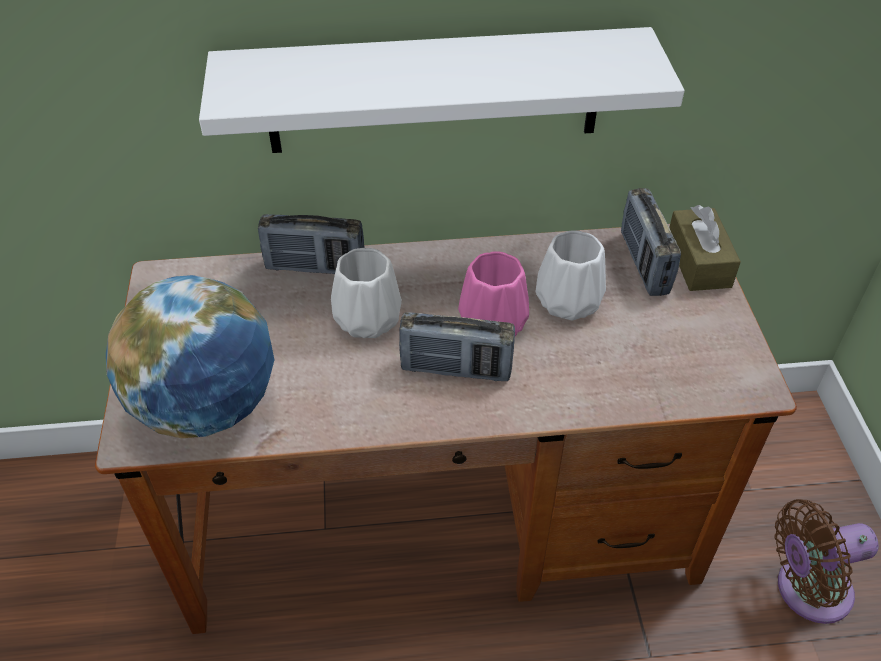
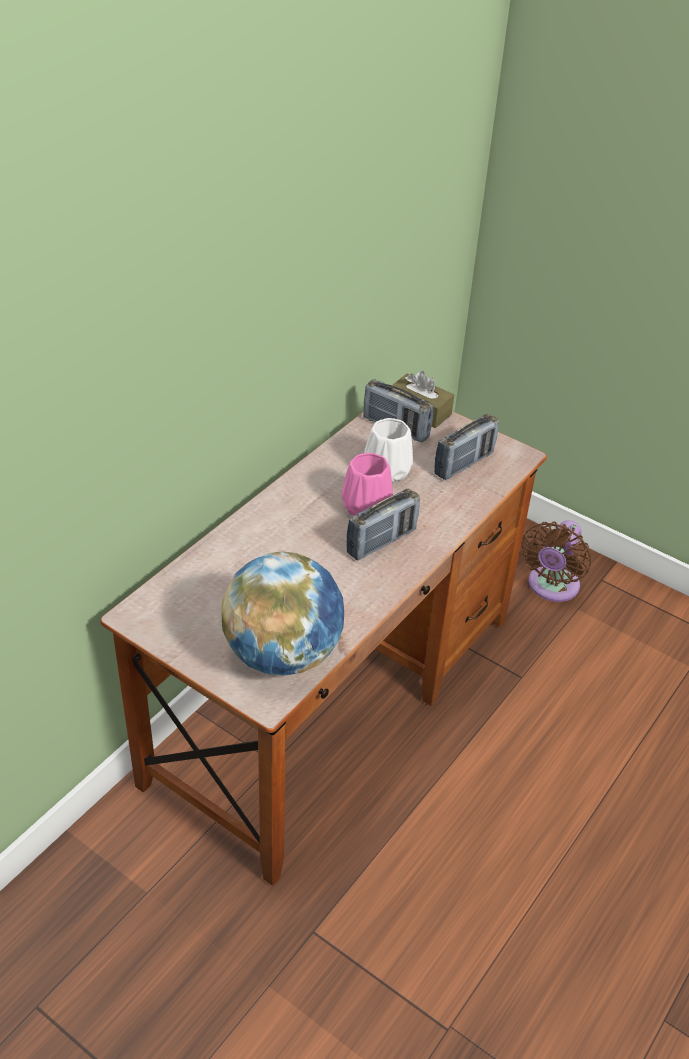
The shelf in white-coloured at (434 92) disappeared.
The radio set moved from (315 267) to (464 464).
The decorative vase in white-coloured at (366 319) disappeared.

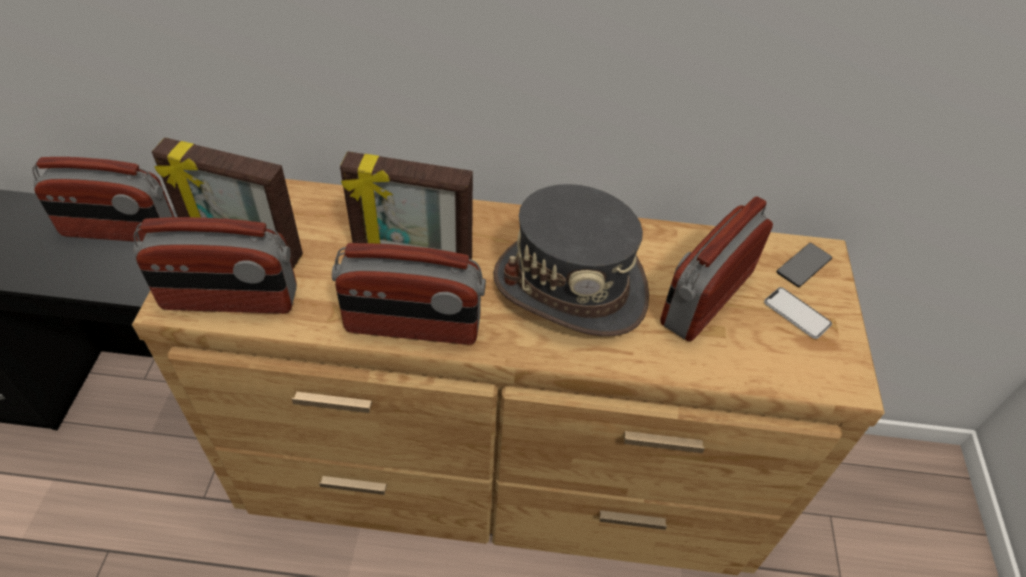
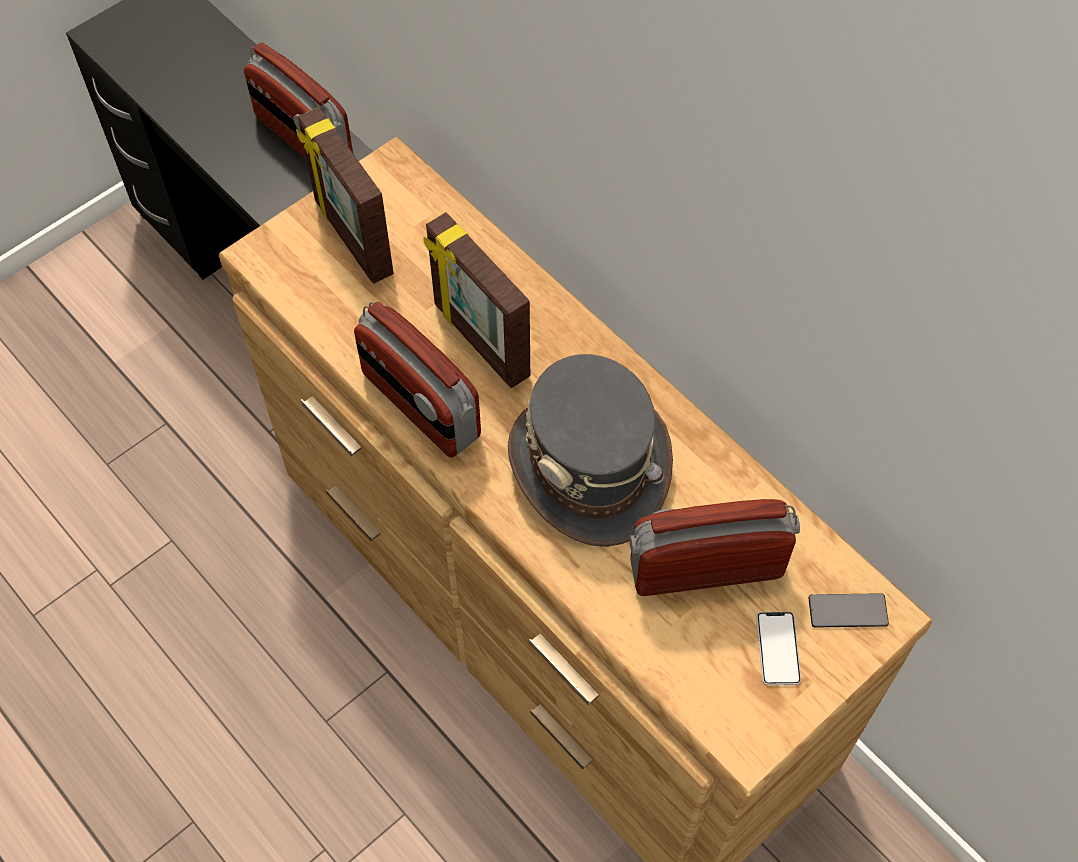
The radio set at (230 300) disappeared.

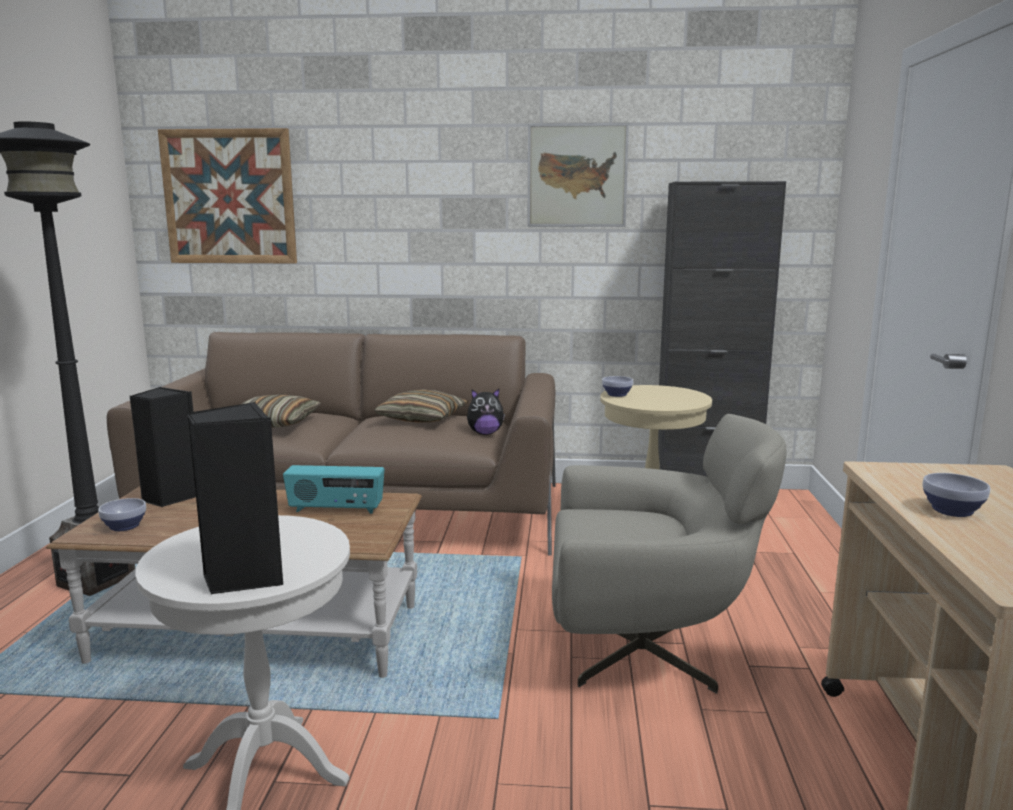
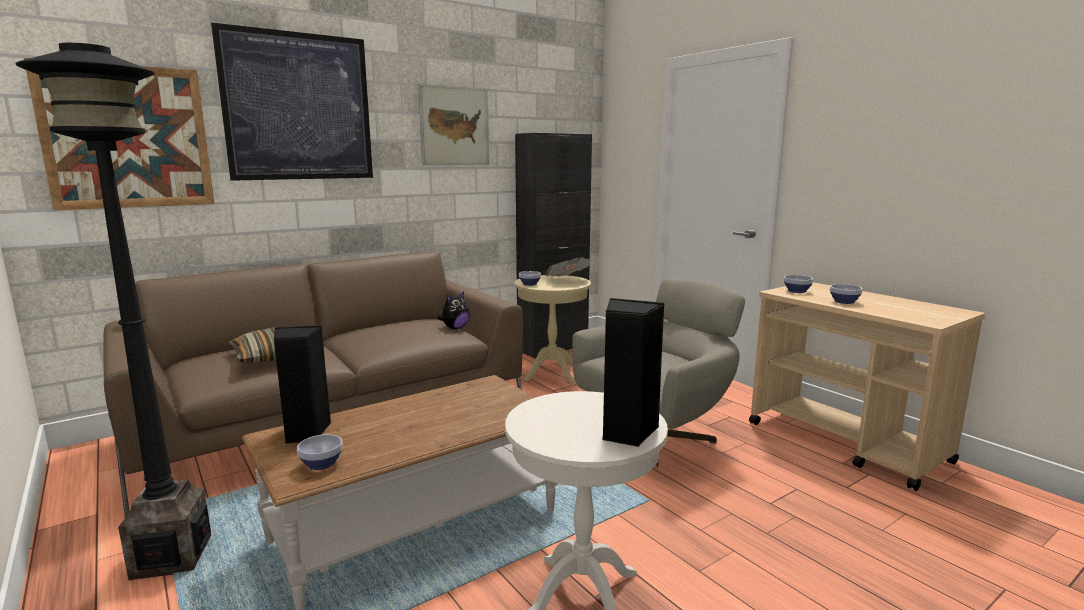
The radio set at (336 510) disappeared.
The throw pillow at (422 418) disappeared.
The wall art at (298 107) appeared.
The printed paper at (567 280) appeared.
The serving bowl at (796 291) appeared.

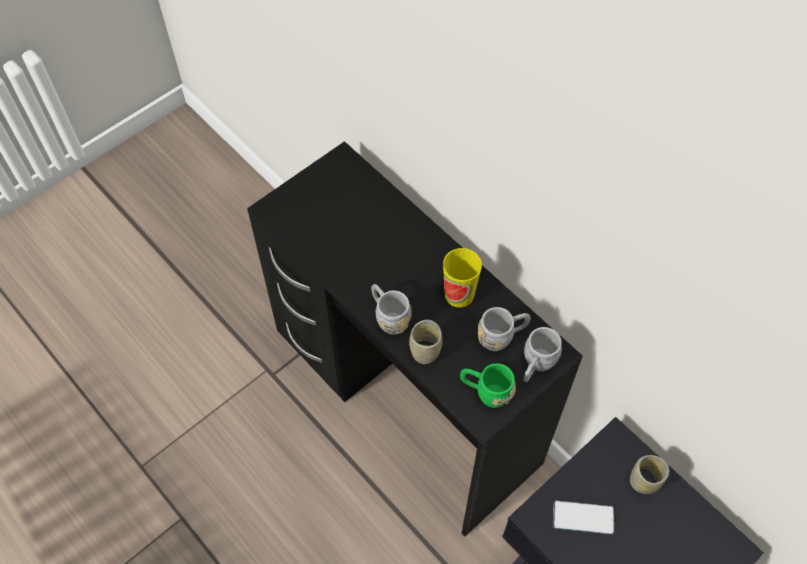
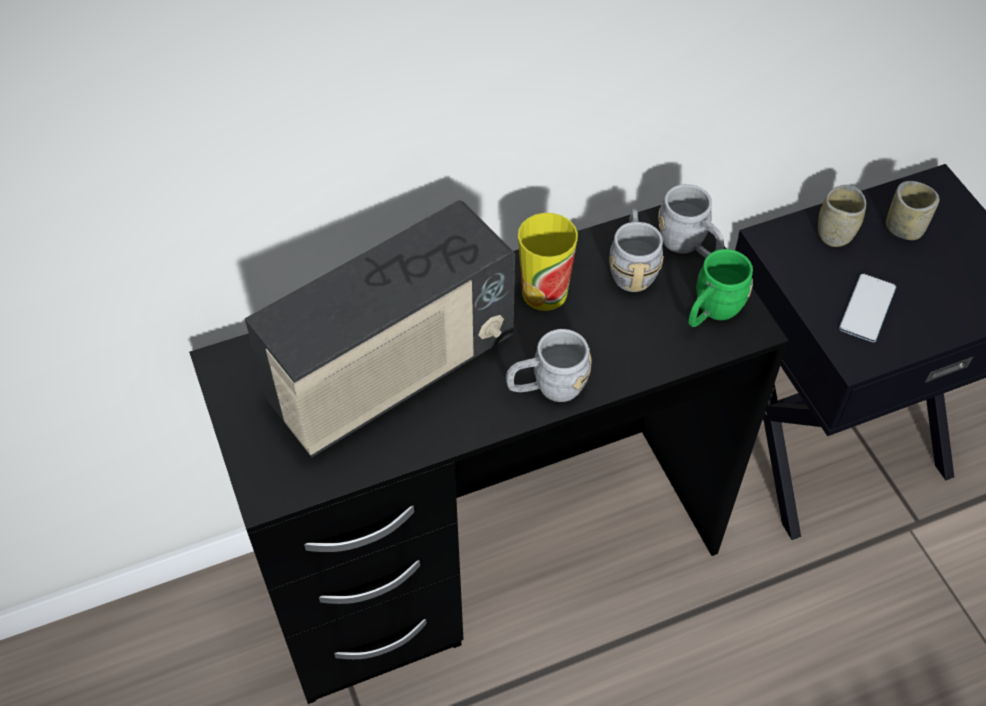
The small cup moved from (425 351) to (904 228).
The radio set at (393 374) appeared.

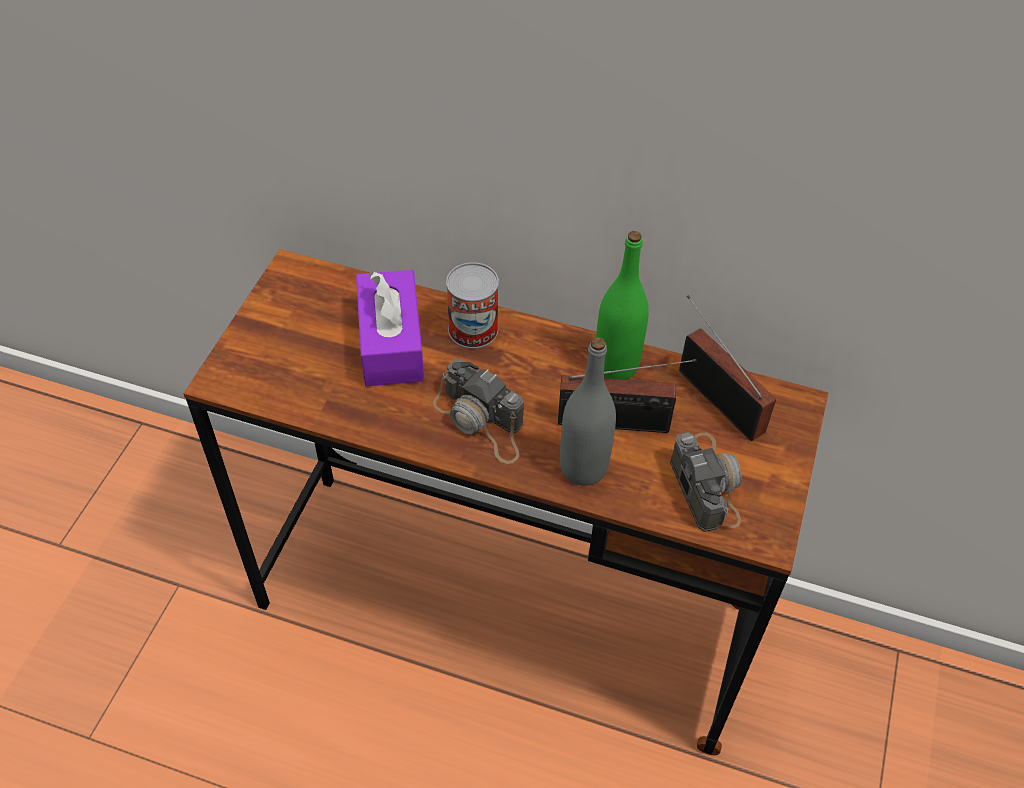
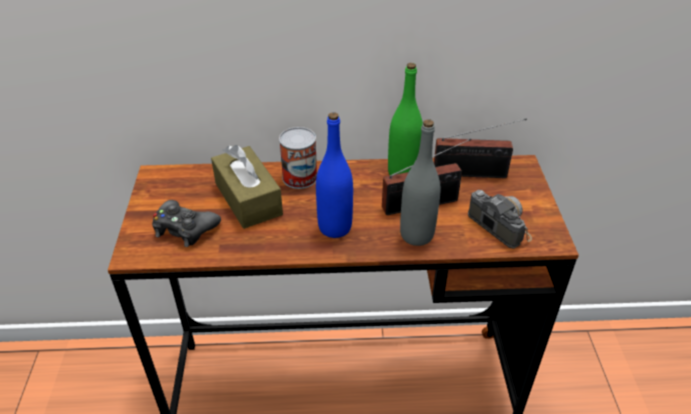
The box of tissues in purplish at (391 343) became the box of tissues in brownish at (248 199).
The photo camera at (481 421) was replaced by the beverage bottle in blue at (335 227).
The radio set at (717 397) turned 150 degrees clockwise.
The game controller in black-coloured at (185 228) appeared.

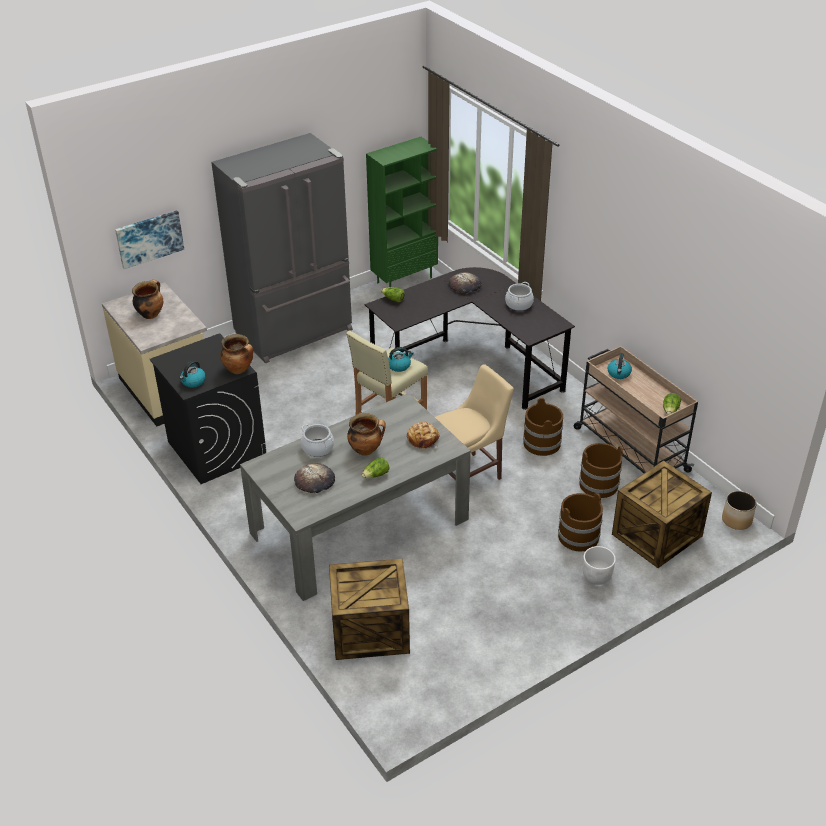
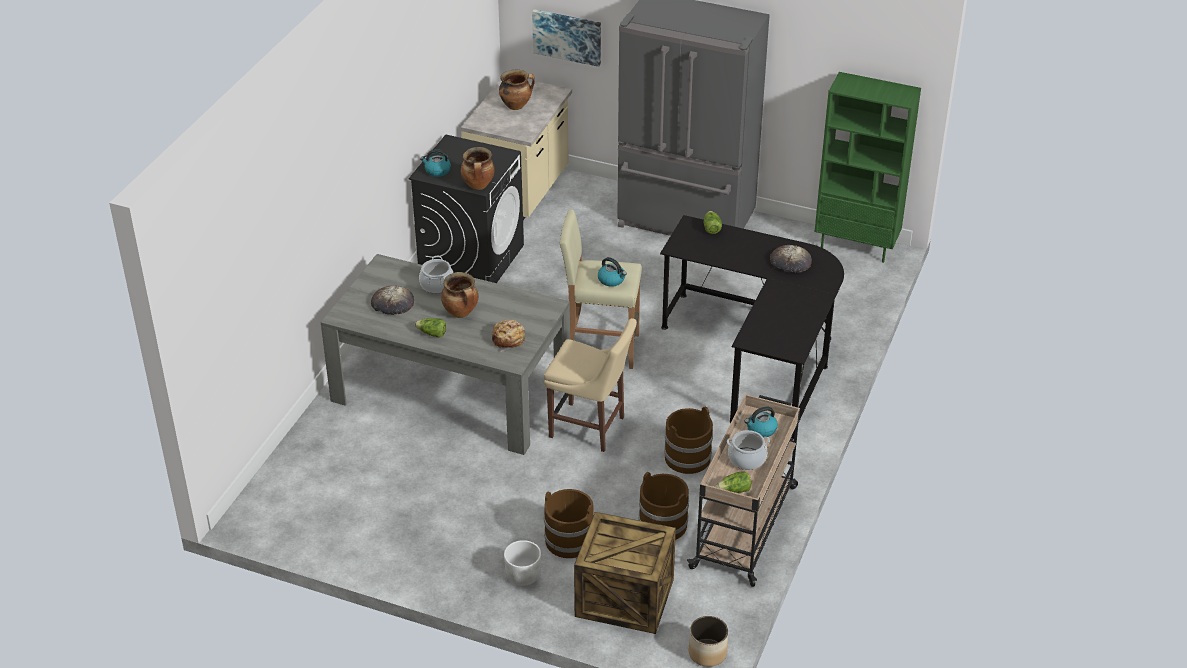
The packing crate at (370 631) disappeared.
The saucepot moved from (519 304) to (747 459).

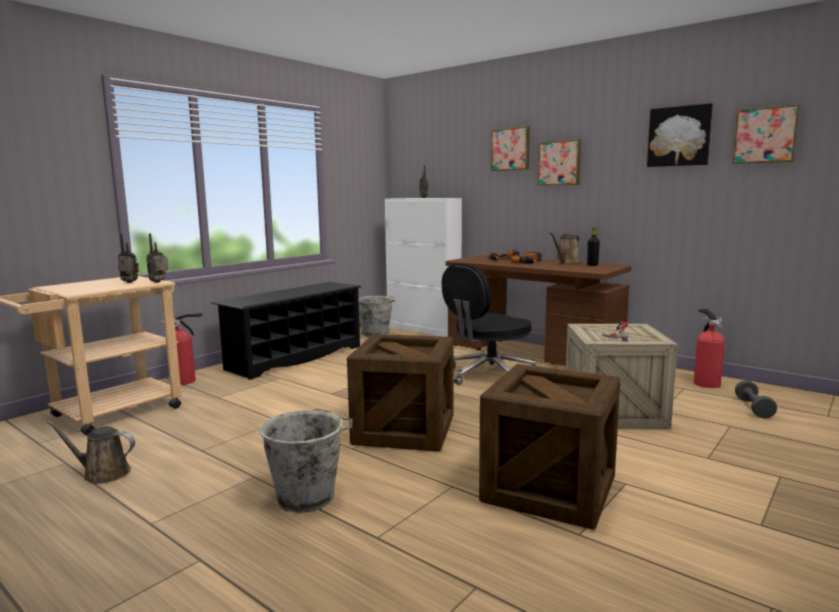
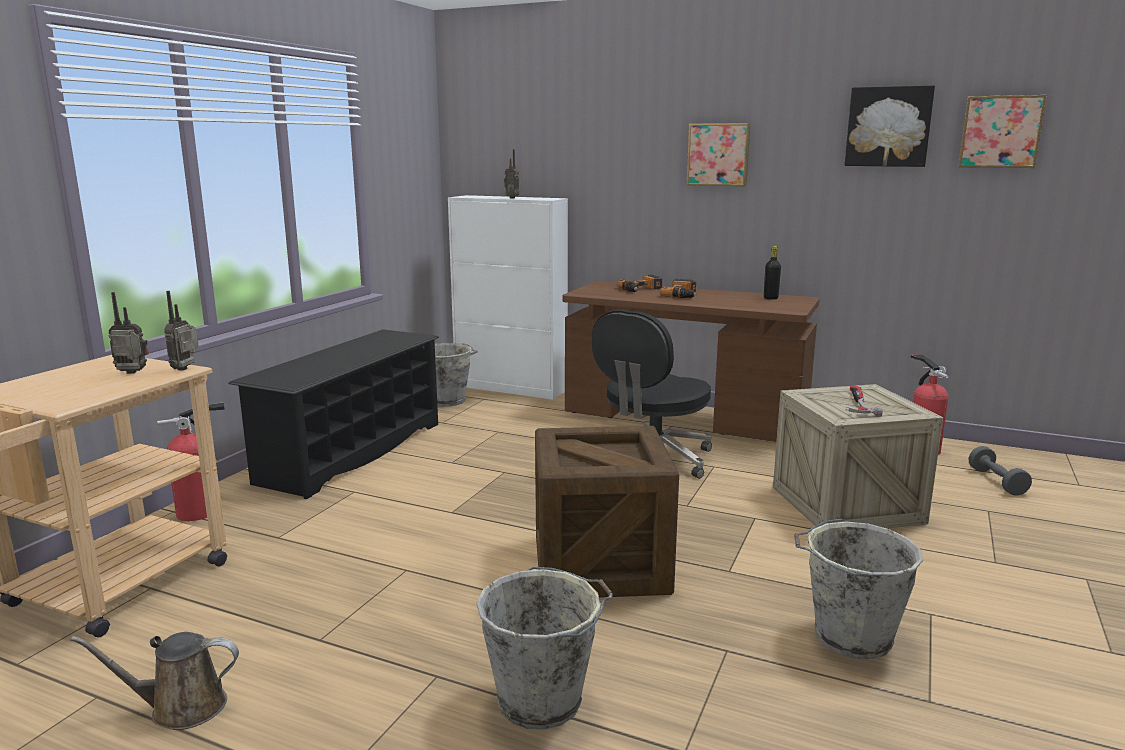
The packing crate at (549 489) was replaced by the water bucket in gray at (849 636).
The wall art at (511 149) disappeared.
The sprinkling can in brownish at (566 263) disappeared.

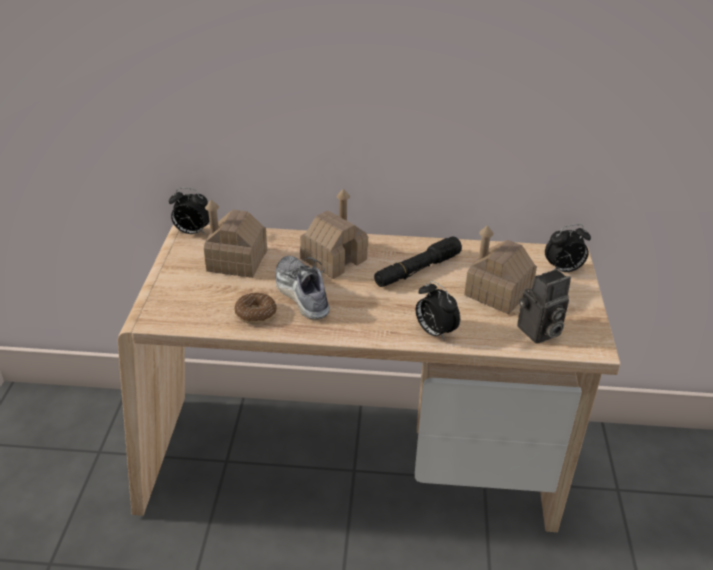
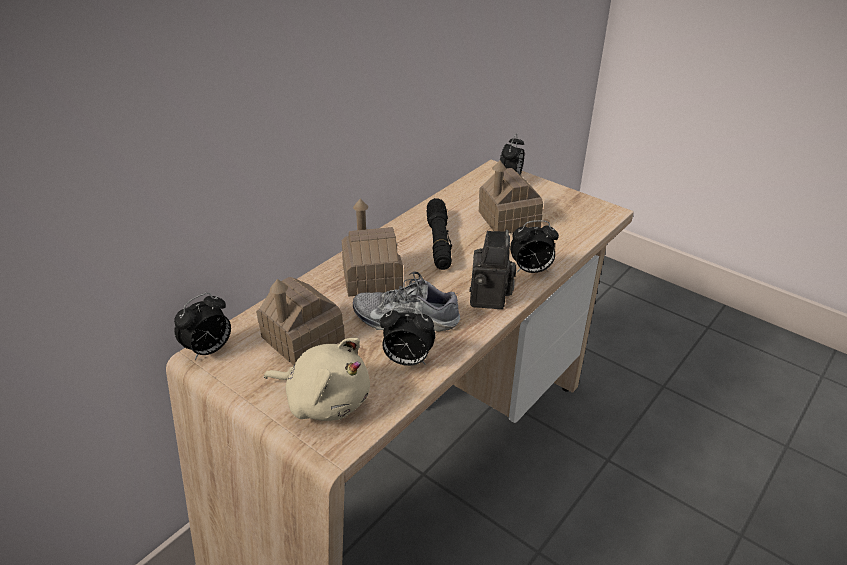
The doughnut at (255 314) was replaced by the alarm clock at (407 361).
The photo camera moved from (538 332) to (490 299).
The cuddly toy in beige-coloured at (324 400) appeared.

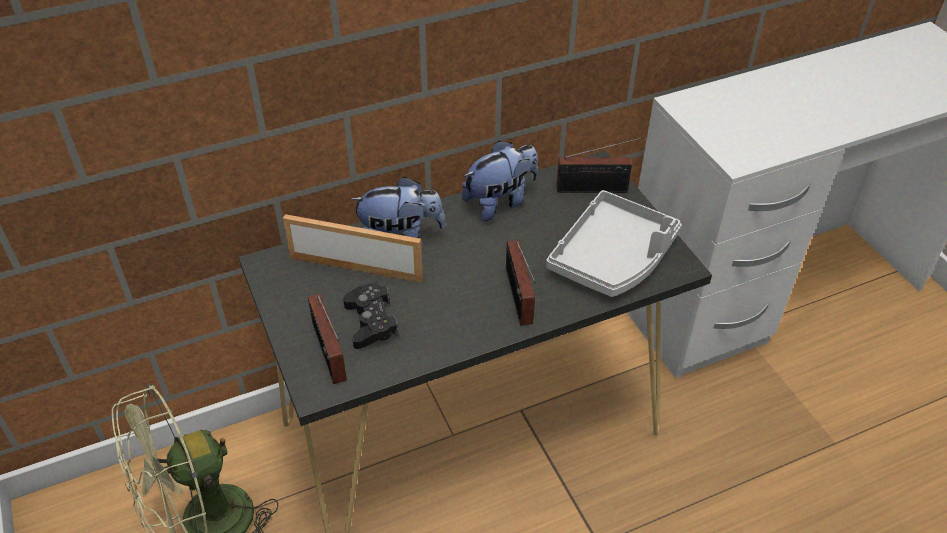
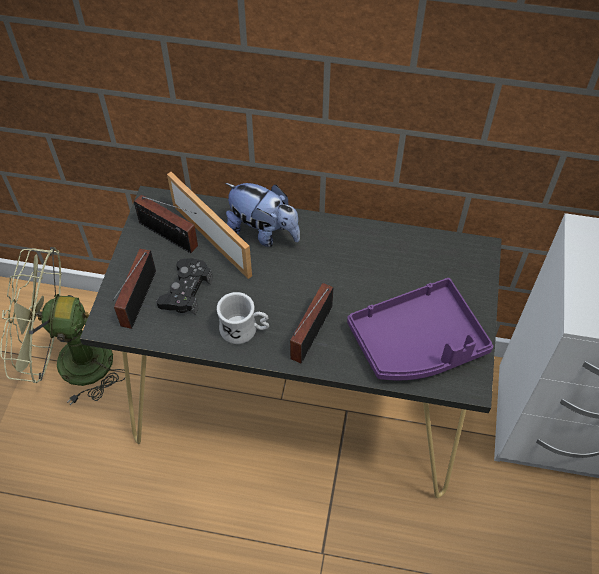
The cuddly toy at (500 202) disappeared.
The tray in gray at (613 257) became the tray in purplish at (417 343).
The radio set moved from (596 189) to (171 237).
The mug in white-coloured at (244 330) appeared.

